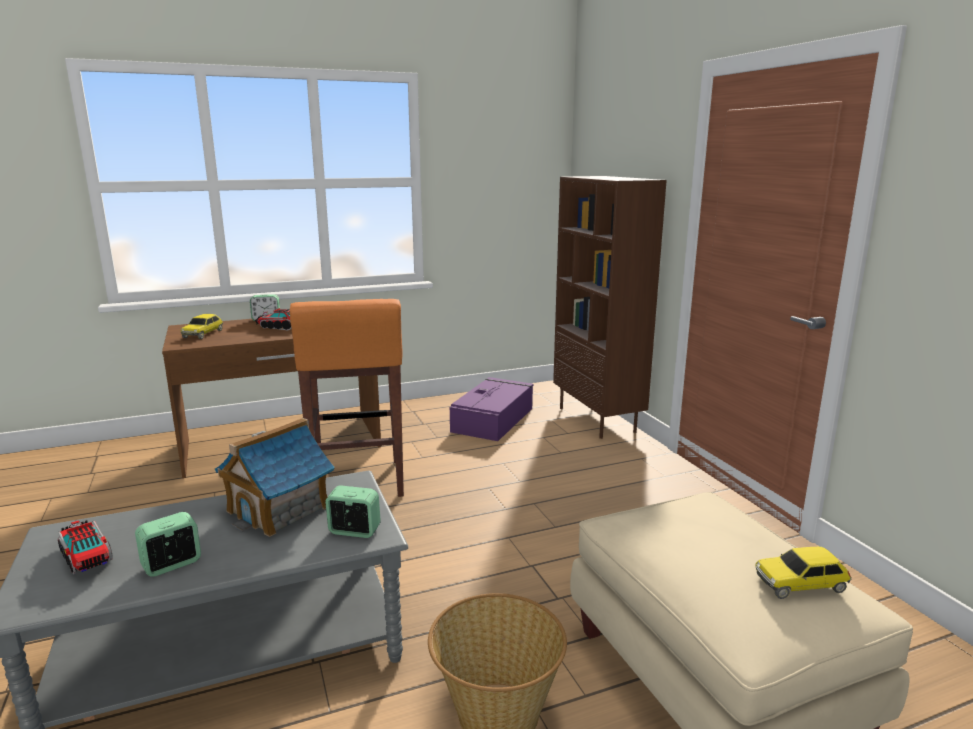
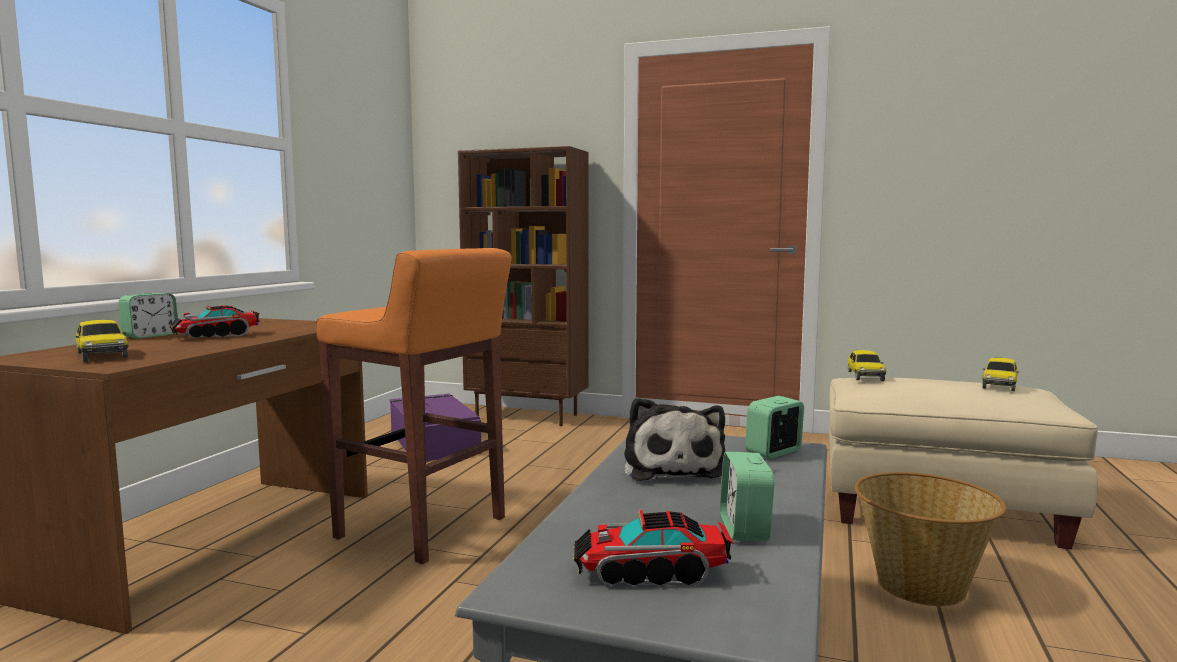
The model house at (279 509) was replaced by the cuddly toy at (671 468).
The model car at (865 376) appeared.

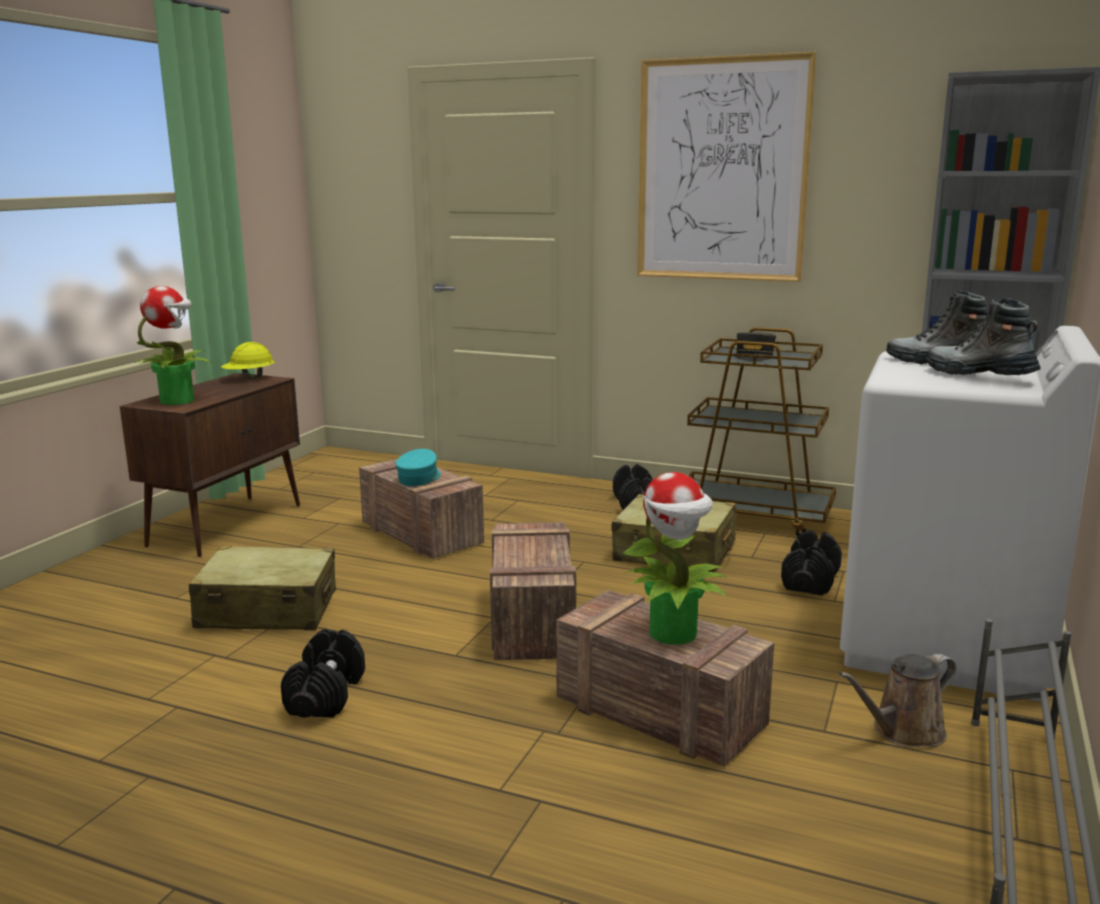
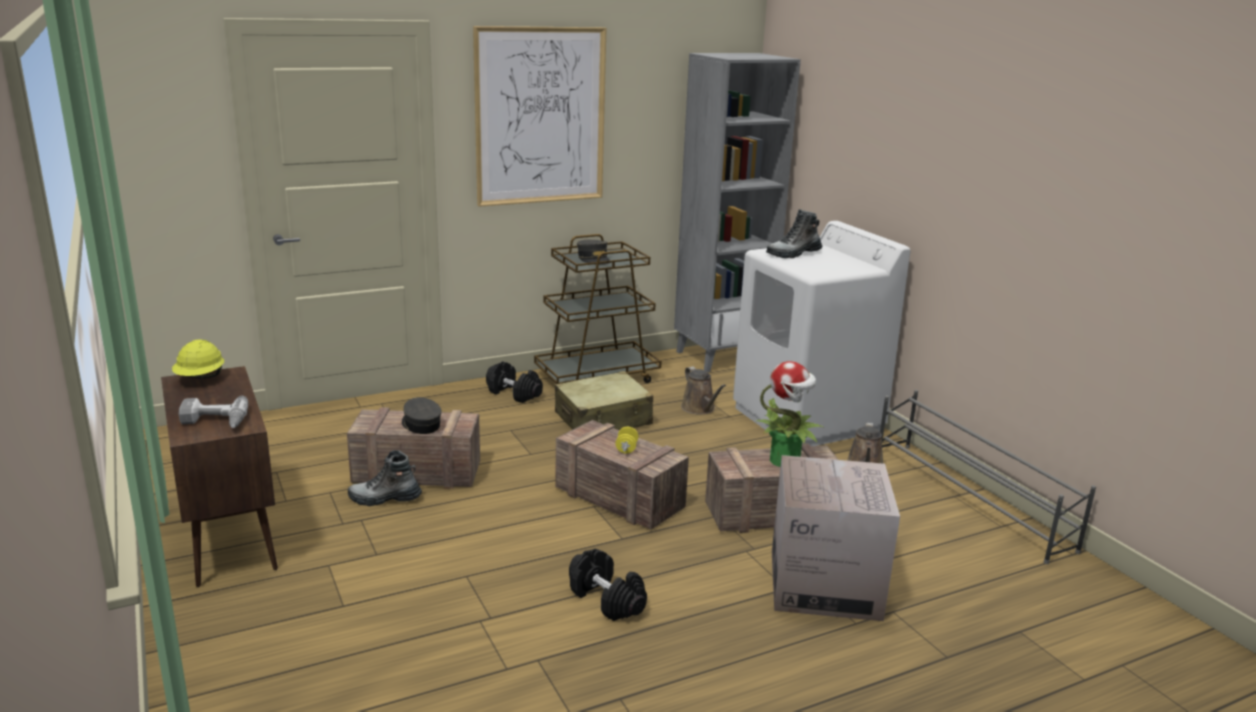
The potted plant at (178 400) was replaced by the electric drill at (214 422).
The suitcase in beige-coloured at (267 610) disappeared.
The cap in turquoise at (419 478) became the cap in gray at (420 424).
The hand weight in black-coloured at (810 581) was replaced by the sprinkling can in brownish at (700 408).
The high-top boot moved from (979 374) to (385 499).
The hand weight in yellow-coloured at (626 449) appeared.
The cardboard box at (824 584) appeared.

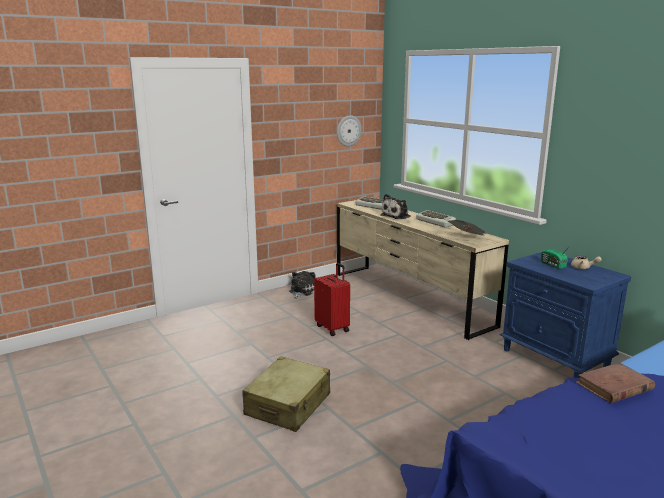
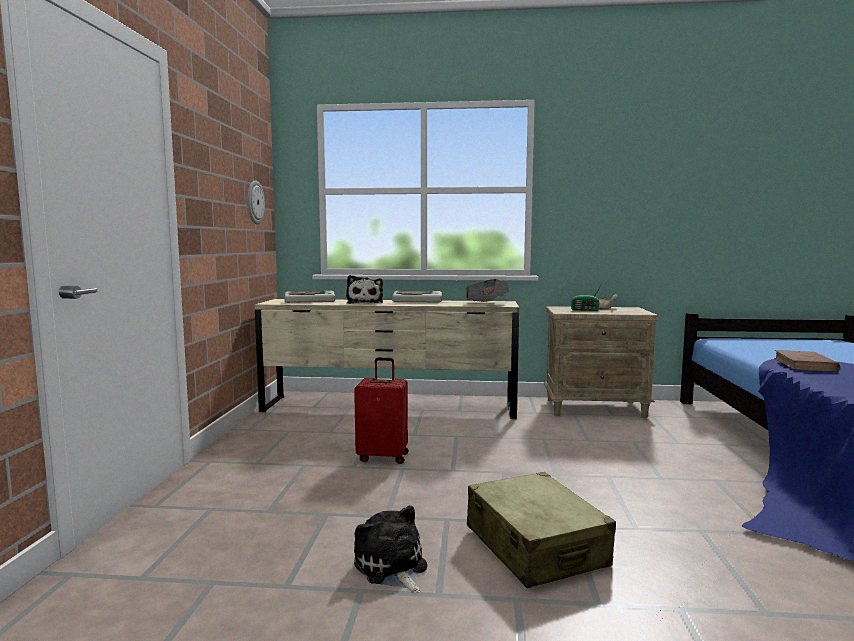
The cuddly toy moved from (301 291) to (391 567).
The nightstand in blue at (556 359) became the nightstand in beige-coloured at (596 408).

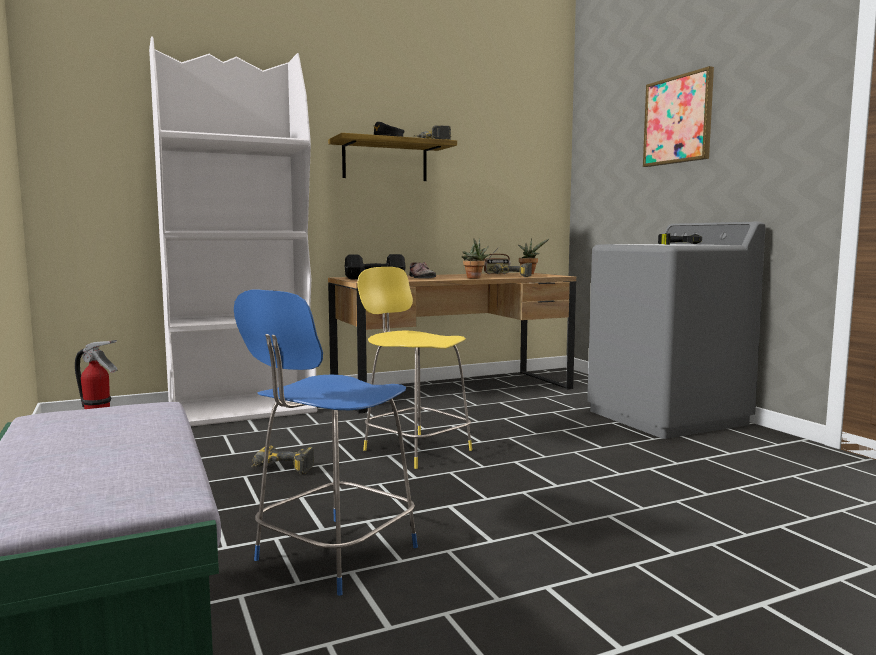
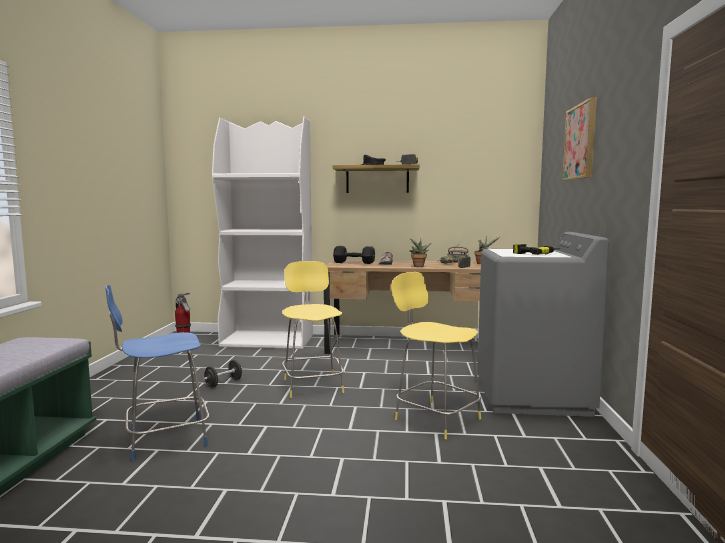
The electric drill at (280 470) was replaced by the hand weight in black-coloured at (223 383).
The stool in yellow-coloured at (435 418) appeared.

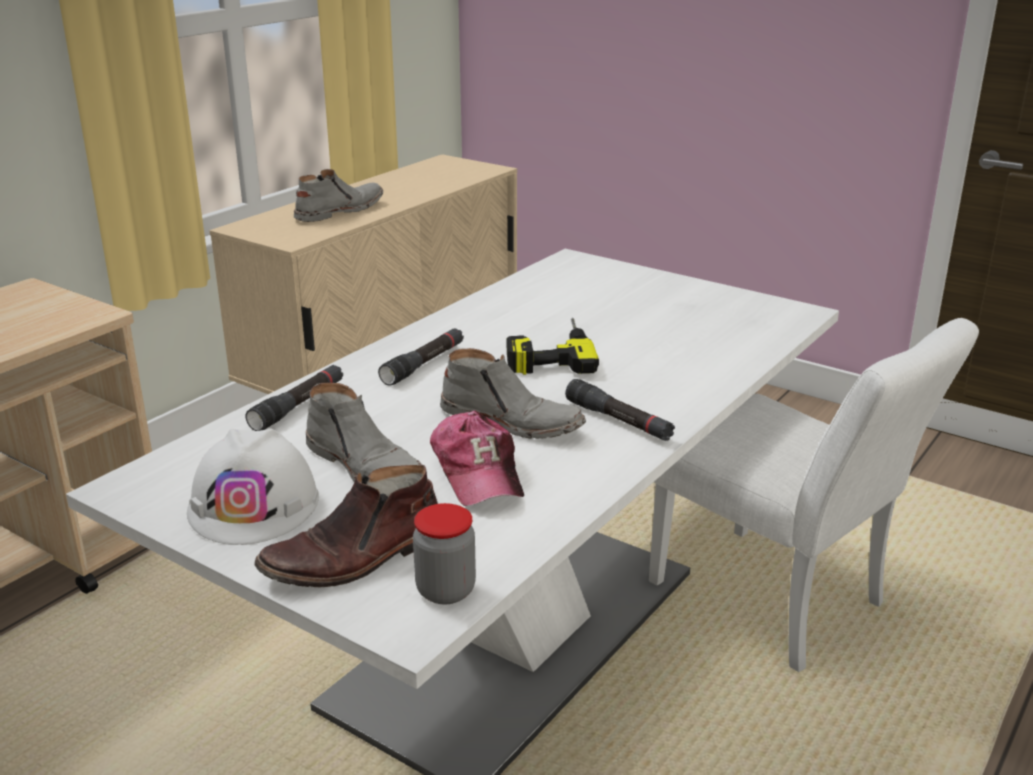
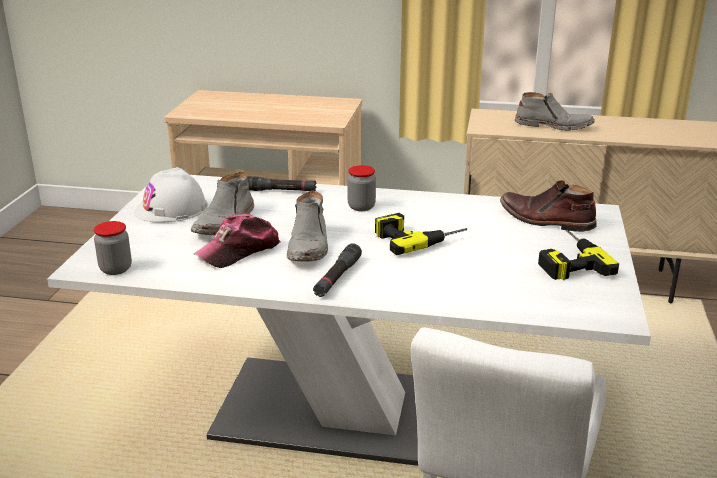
The high-top boot in brownish moved from (355 558) to (545 220).
The torch in black-coloured at (424 364) was replaced by the preserve jar at (361 207).
The electric drill at (566 260) appeared.

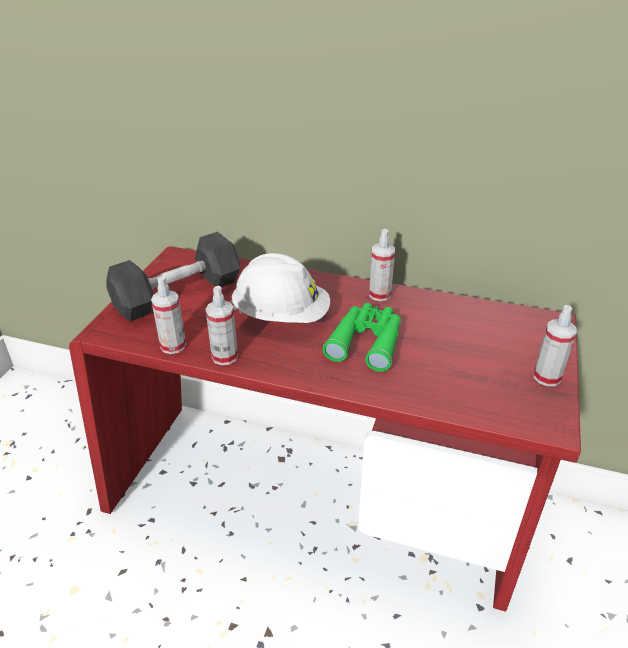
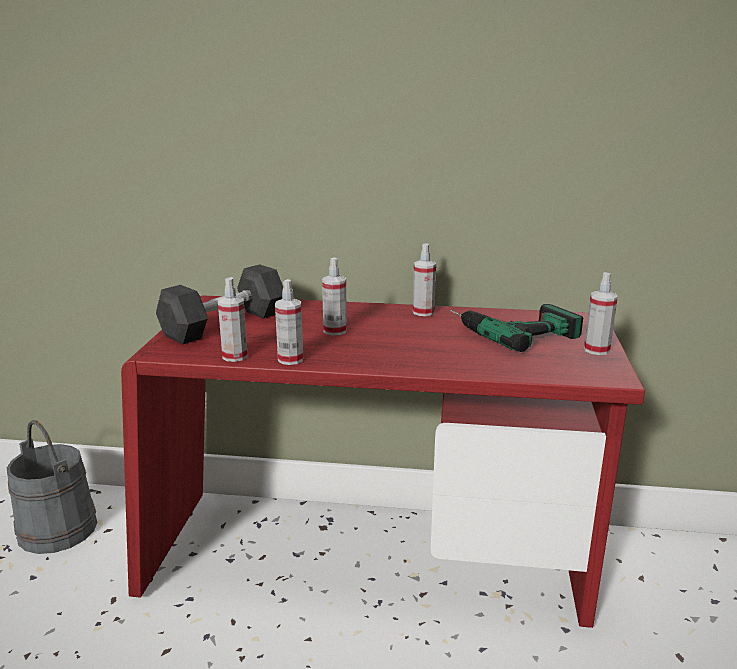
The work helmet in white-coloured at (281 316) was replaced by the sprayer at (335 331).
The field glasses in green-coloured at (366 342) disappeared.
The water bucket in gray at (57 529) appeared.
The electric drill at (510 329) appeared.

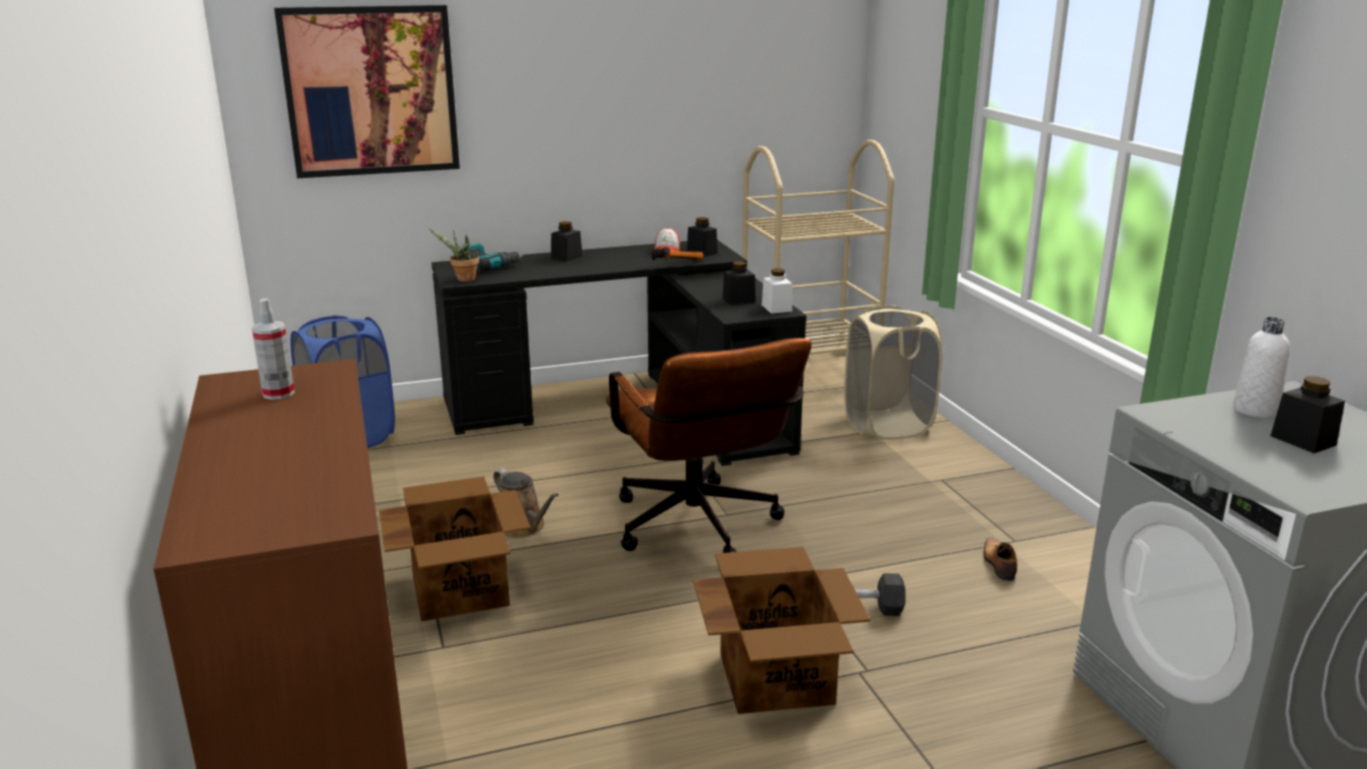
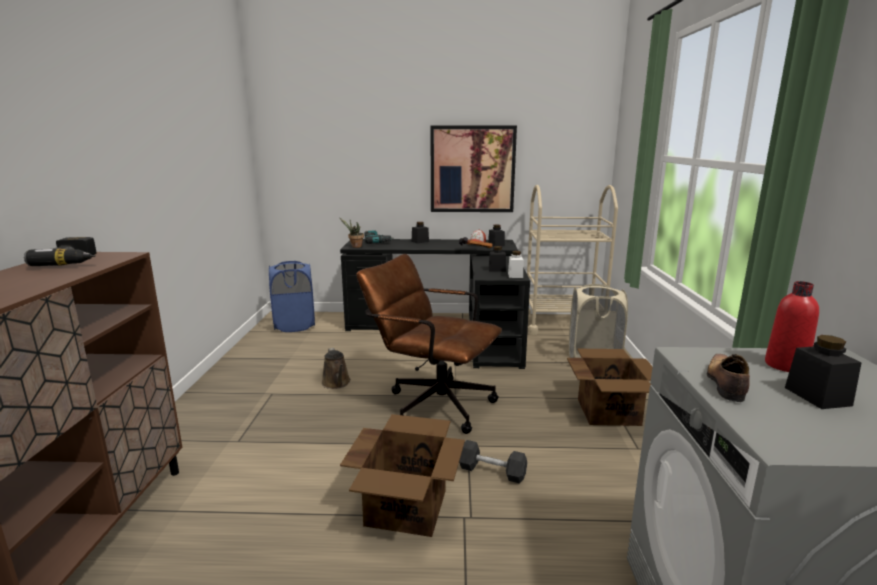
The sprayer at (278 393) was replaced by the electric drill at (75 261).
The wall art moved from (371 91) to (472 169).
The cardboard box moved from (460 589) to (608 411).
The desk chair in brownish at (700 530) turned 120 degrees clockwise.
The item of footwear moved from (998 564) to (725 383).
The beverage bottle in white-coloured at (1254 410) became the beverage bottle in red at (785 365).

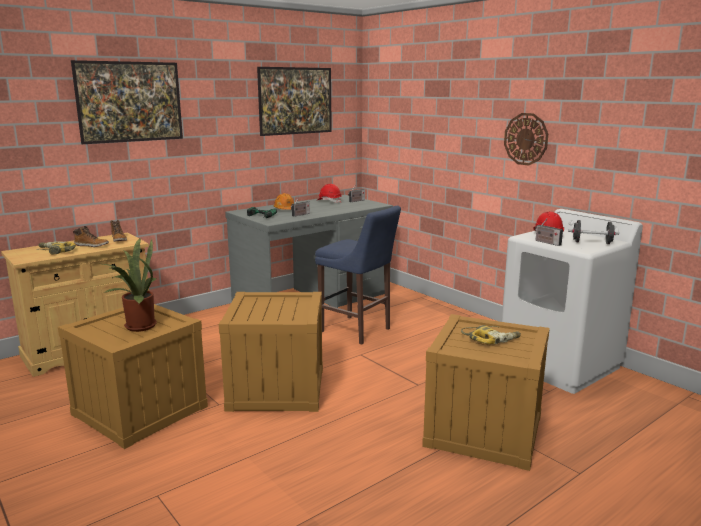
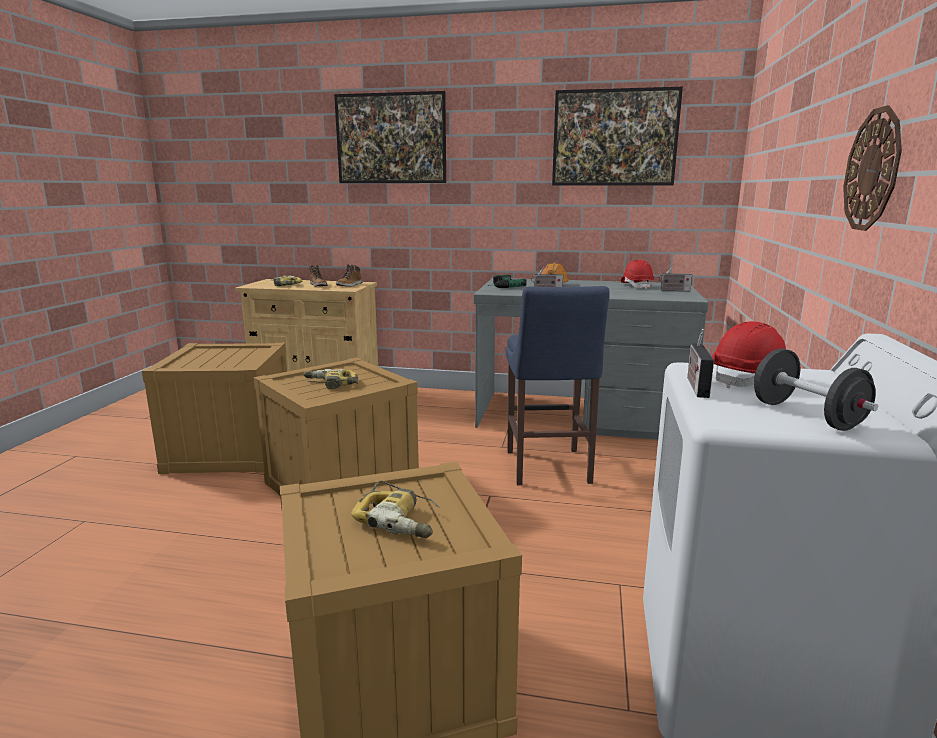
The potted plant at (137 326) disappeared.
The electric drill at (331 384) appeared.

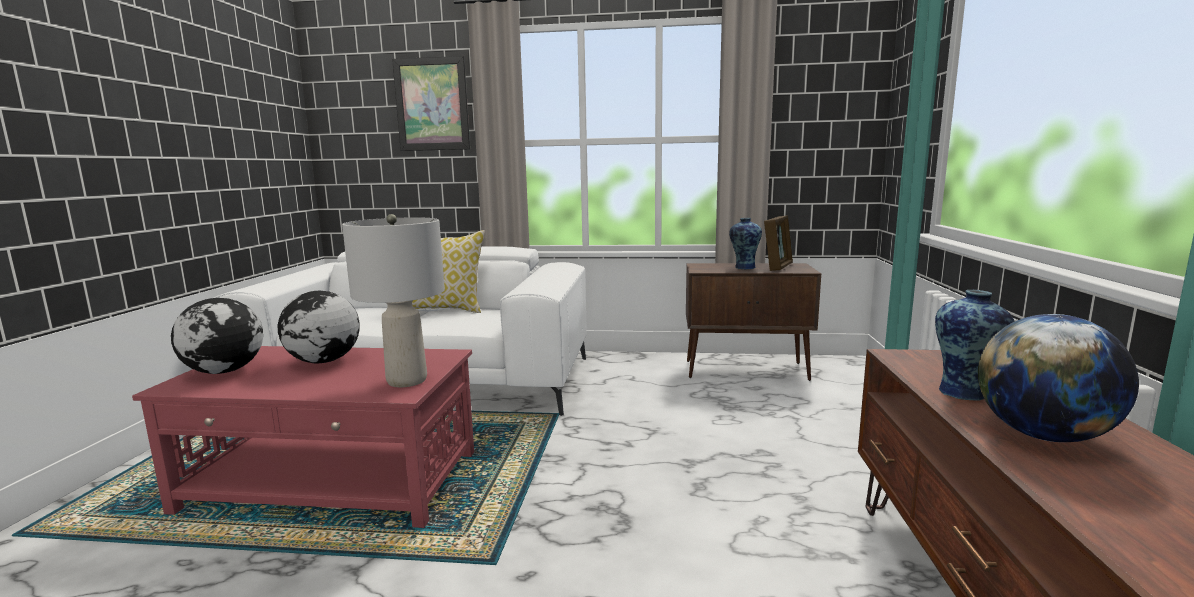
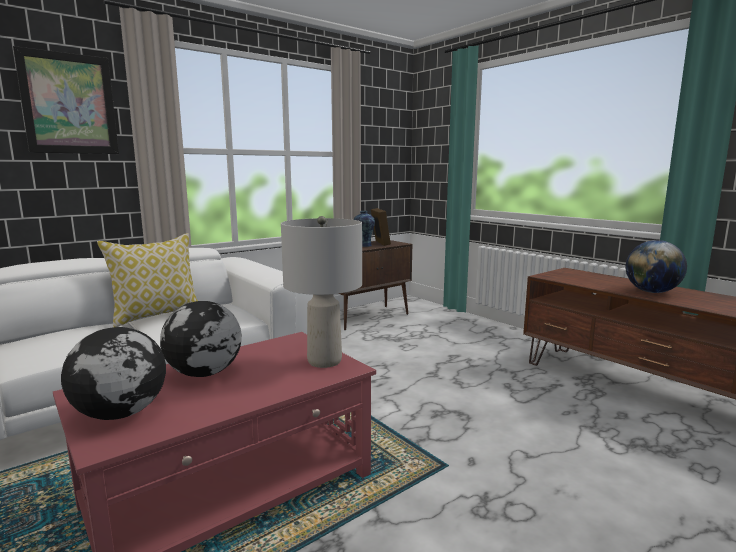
The decorative vase at (965 393) disappeared.

